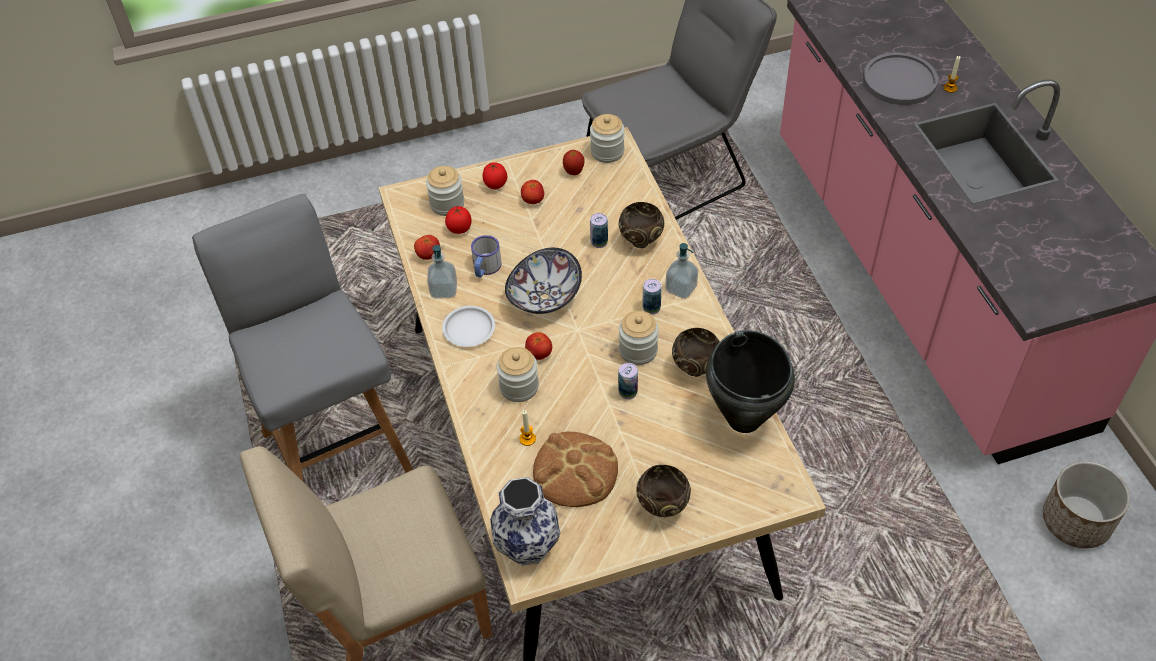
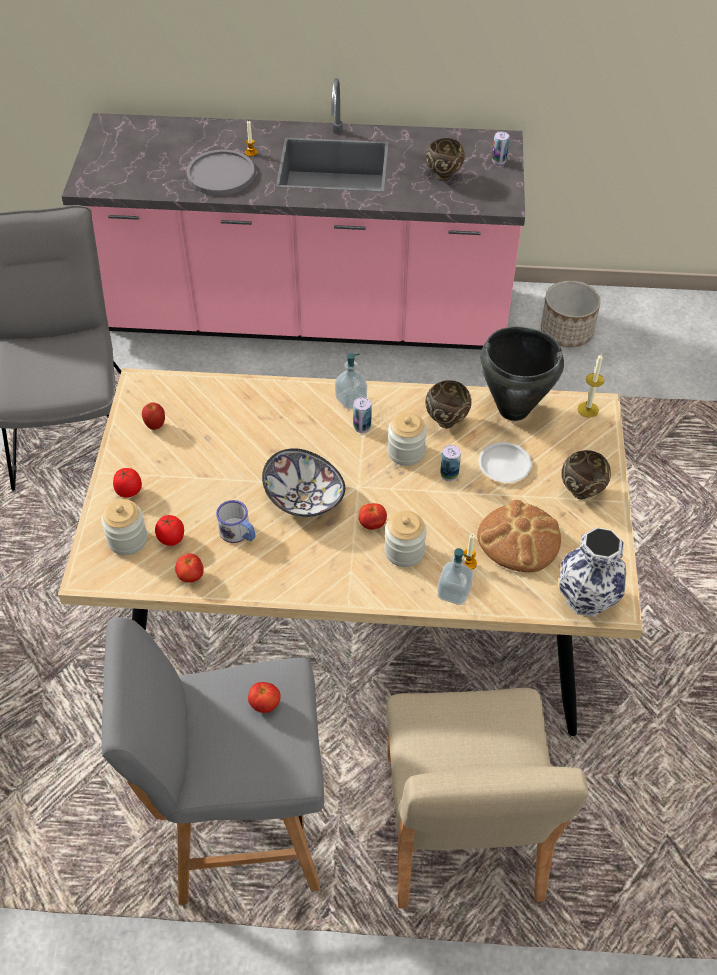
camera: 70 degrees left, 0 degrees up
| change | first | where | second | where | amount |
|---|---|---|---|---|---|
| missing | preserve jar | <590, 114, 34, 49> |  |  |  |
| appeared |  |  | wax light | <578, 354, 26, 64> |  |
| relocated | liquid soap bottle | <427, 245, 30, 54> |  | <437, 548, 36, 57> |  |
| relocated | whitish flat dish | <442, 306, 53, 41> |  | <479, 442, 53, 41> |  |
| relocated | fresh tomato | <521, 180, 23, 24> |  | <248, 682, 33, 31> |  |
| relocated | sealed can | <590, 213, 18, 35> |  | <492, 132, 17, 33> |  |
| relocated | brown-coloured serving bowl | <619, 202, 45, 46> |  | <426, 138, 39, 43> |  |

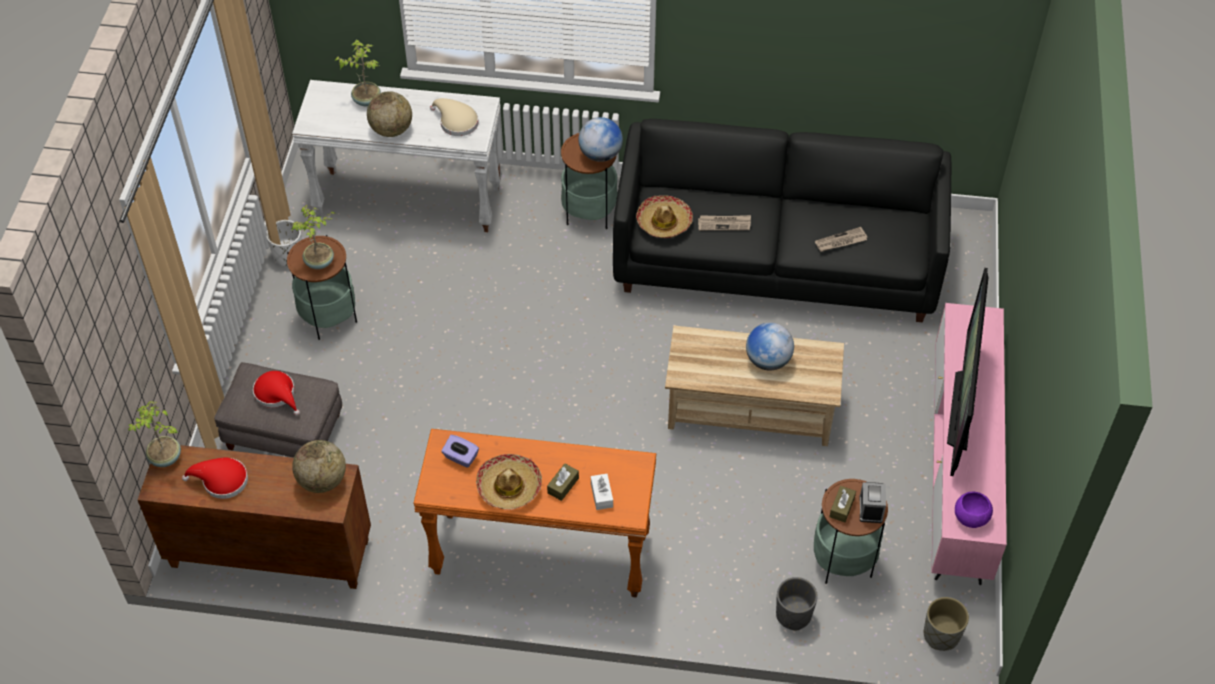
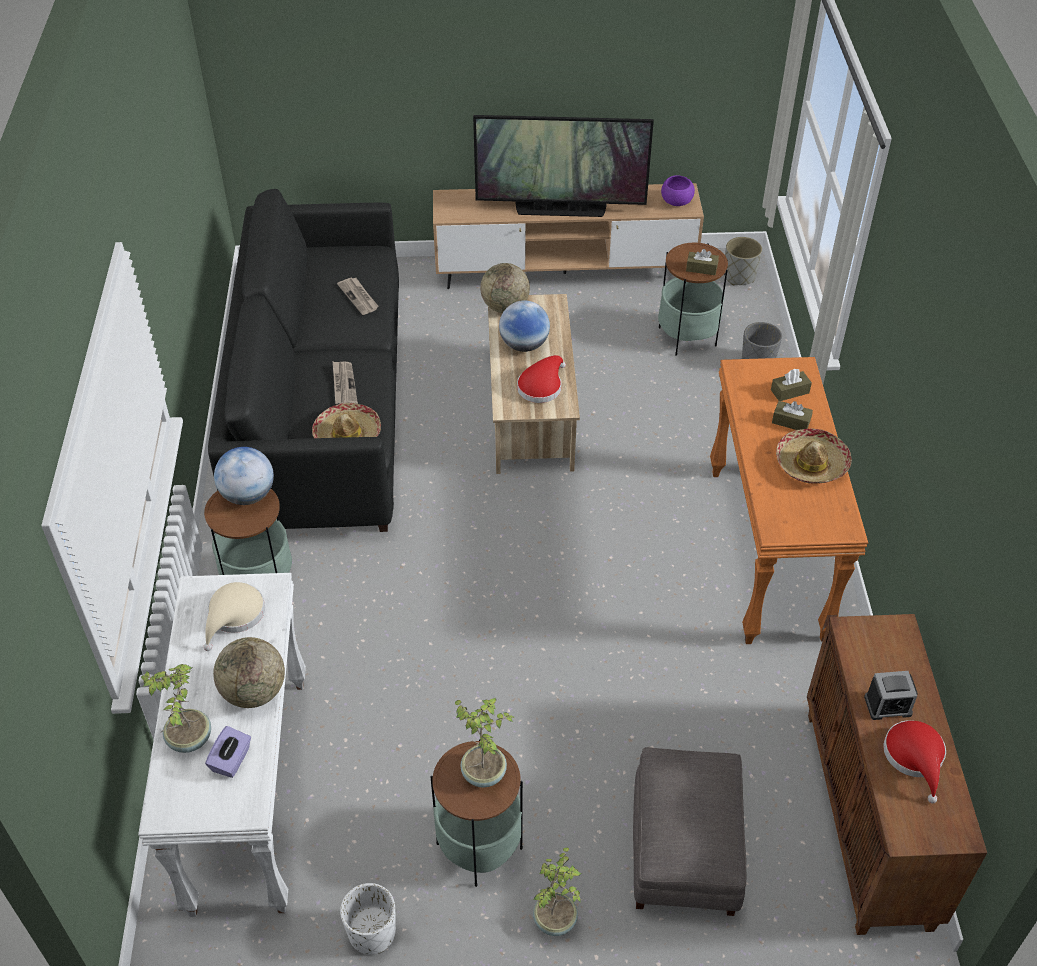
camera: 100 degrees left, 5 degrees down
| change | first | where | second | where | amount |
|---|---|---|---|---|---|
| relocated | plant in a pot | <128, 401, 53, 66> |  | <533, 847, 49, 89> |  |
| relocated | red-coloured wearable hat | <253, 371, 47, 45> |  | <517, 355, 49, 48> |  |
| relocated | world globe | <292, 440, 54, 53> |  | <480, 263, 50, 50> |  |
| relocated | purple tissue box | <441, 435, 38, 33> |  | <205, 726, 46, 52> |  |
| relocated | table clock | <859, 482, 27, 41> |  | <864, 671, 54, 49> |  |
| colour | whitish tissue box | <591, 474, 22, 36> | brown-coloured tissue box | <771, 369, 41, 32> |  |
| colour | pinkish tv unit | <931, 303, 76, 282> | brown-coloured tv unit | <433, 183, 271, 106> |  |

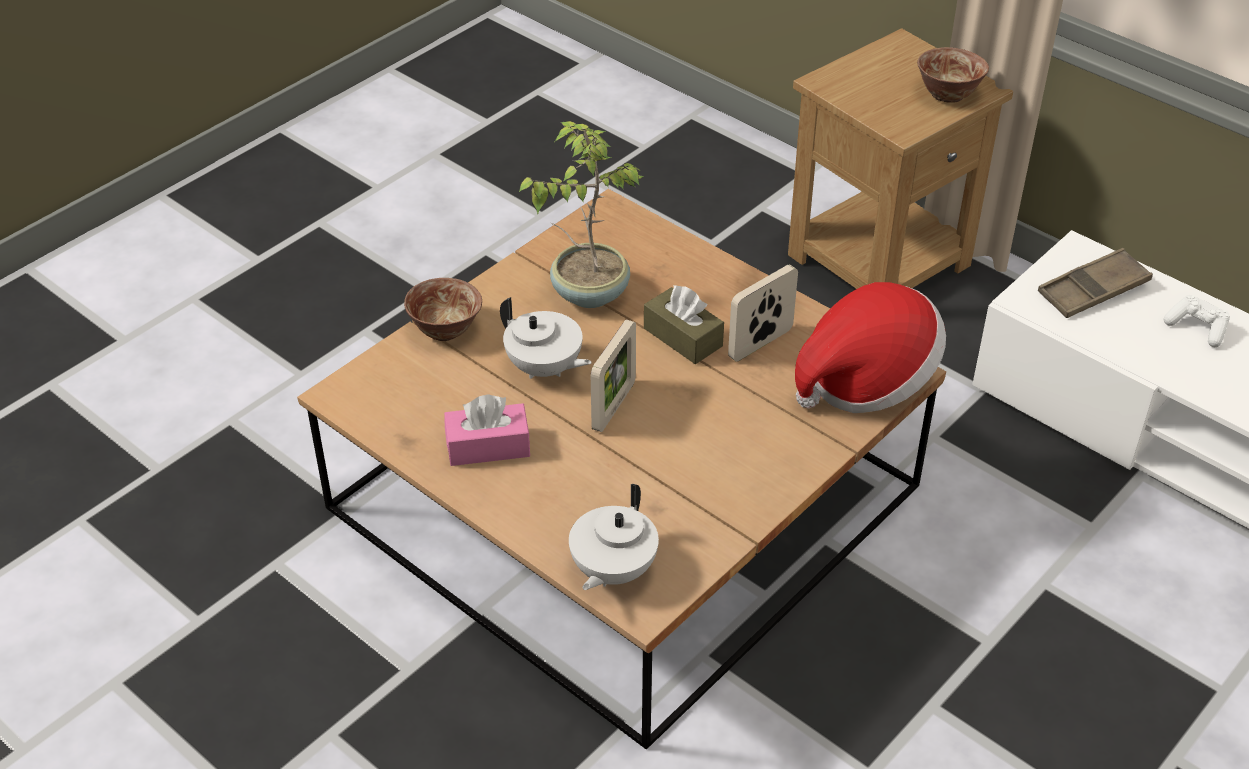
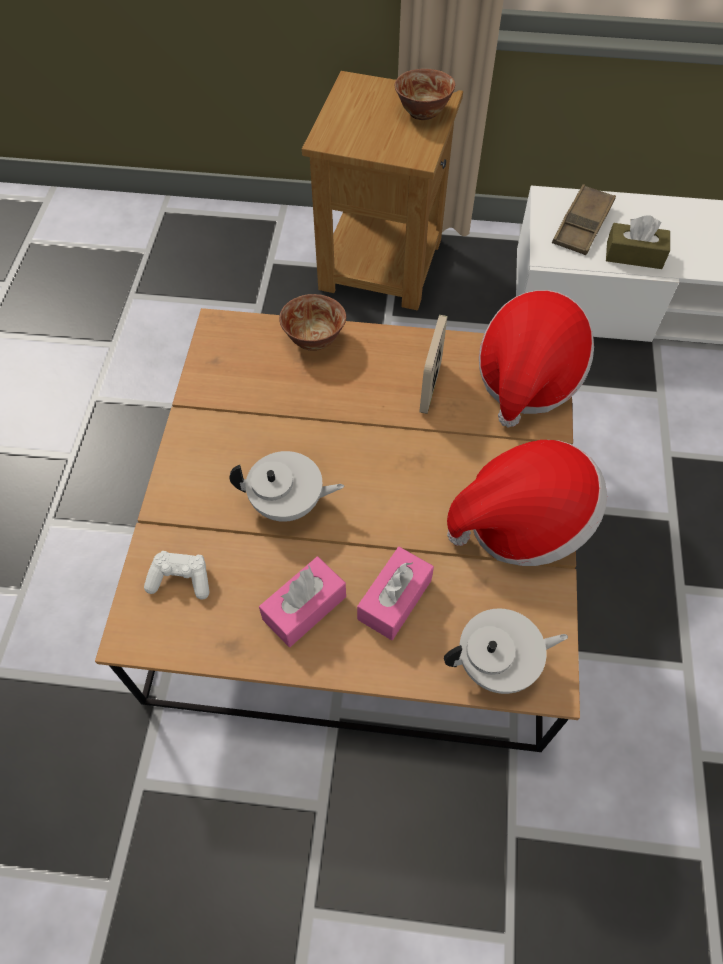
camera: 35 degrees left, 15 degrees up
| change | first | where | second | where | amount |
|---|---|---|---|---|---|
| missing | plant in a pot | <518, 121, 126, 187> |  |  |  |
| missing | standing frame | <591, 319, 45, 113> |  |  |  |
| appeared |  |  | pinkish tissue box | <357, 547, 77, 93> |  |
| appeared |  |  | wearable hat | <447, 440, 160, 126> |  |
| relocated | serving bowl | <404, 278, 78, 63> |  | <279, 294, 67, 57> |  |
| relocated | brown-coloured tissue box | <644, 285, 80, 79> |  | <606, 215, 64, 54> |  |
| relocated | whitish game controller | <1164, 295, 66, 52> |  | <144, 551, 65, 49> |  |
| spun | whitish teapot | <569, 484, 90, 106> |  | <444, 609, 124, 85> | 90 degrees counterclockwise |

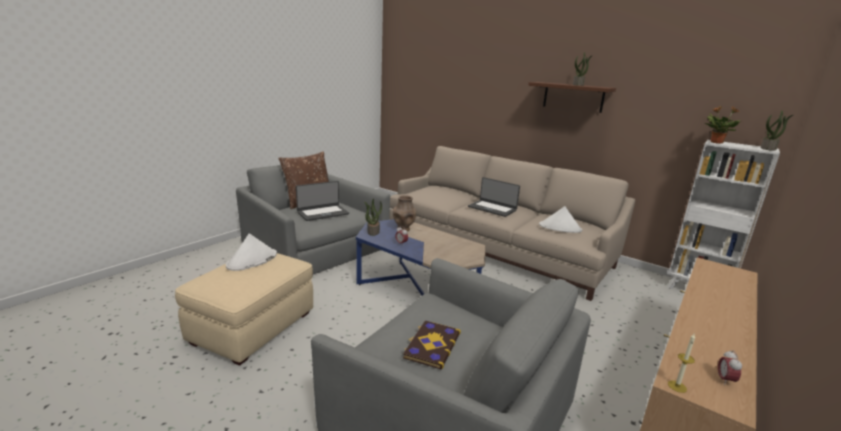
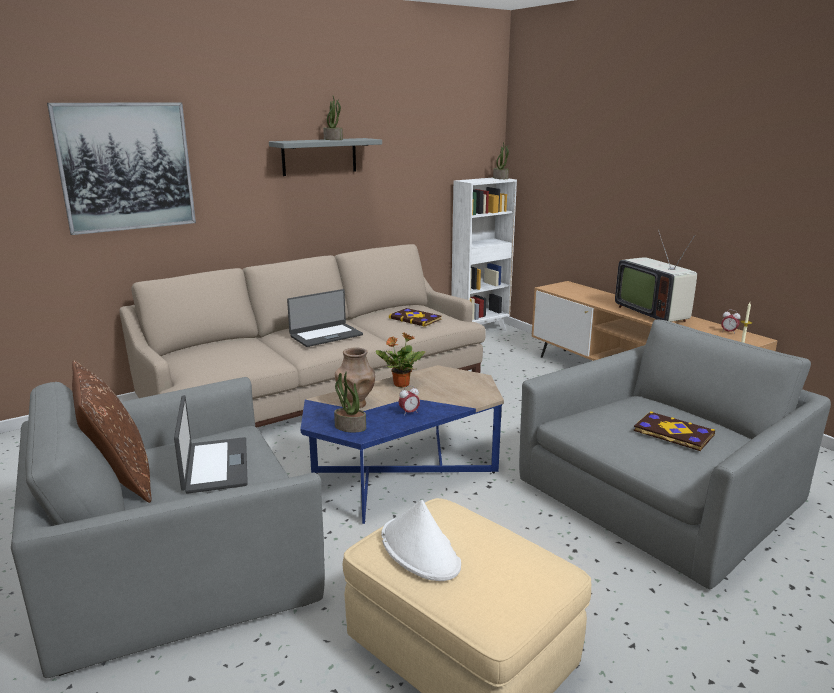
camera: 70 degrees left, 0 degrees up
| change | first | where | second | where | amount |
|---|---|---|---|---|---|
| appeared |  |  | wall picture | <47, 103, 149, 132> |  |
| appeared |  |  | TV set | <615, 230, 82, 92> |  |
| relocated | plant in a pot | <705, 106, 36, 38> |  | <376, 332, 50, 56> |  |
| exchanged | whitish wearable hat | <539, 206, 43, 27> | bound book | <389, 308, 52, 19> |  |
| colour | brown-coloured shelf | <528, 82, 88, 31> | gray shelf | <269, 138, 113, 38> |  |

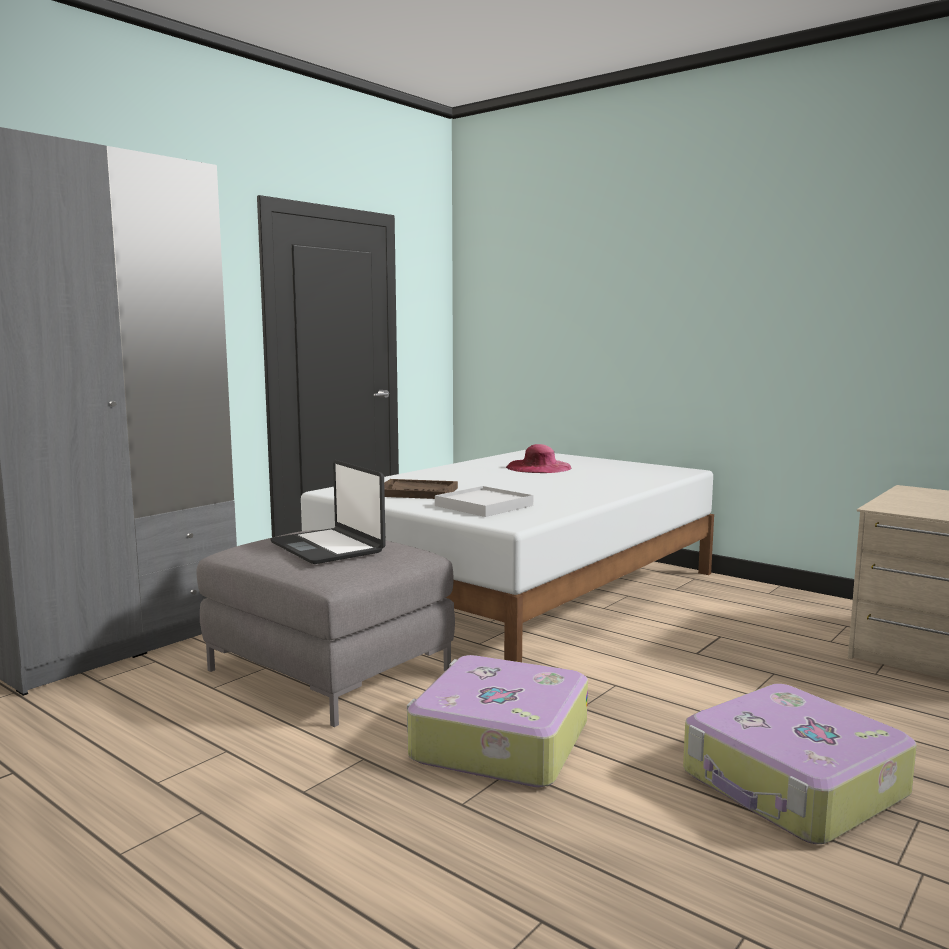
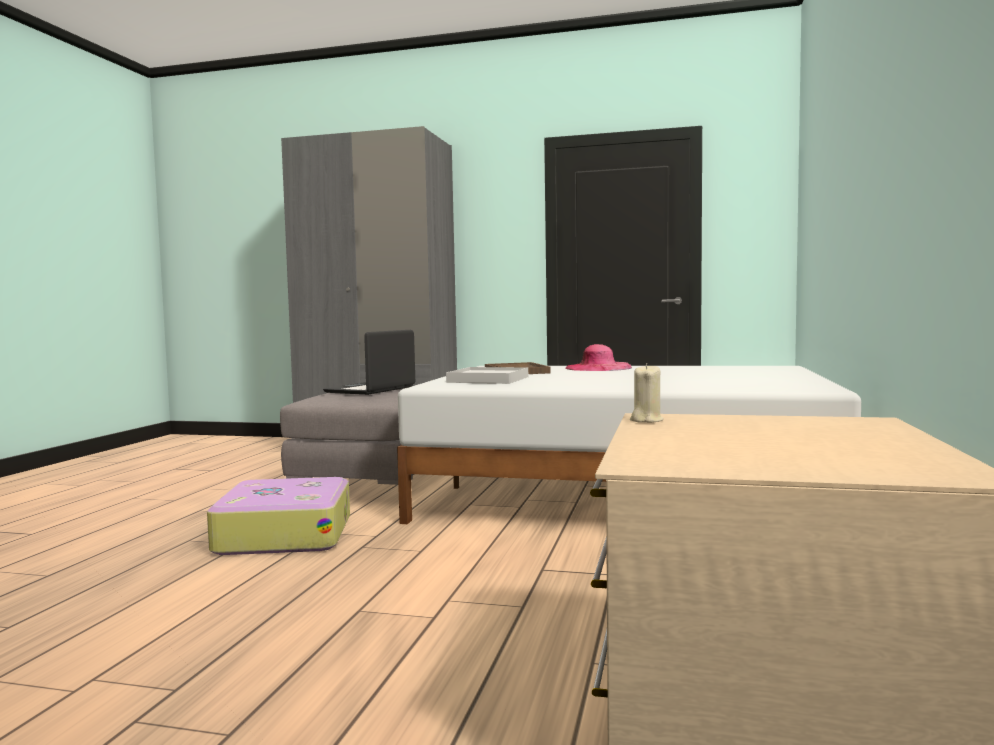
camera: 65 degrees right, 5 degrees down
| change | first | where | second | where | amount |
|---|---|---|---|---|---|
| missing | travel case | <683, 684, 234, 160> |  |  |  |
| appeared |  |  | beige wax light | <630, 363, 34, 60> |  |
| relocated | pinkish wearable hat | <506, 444, 66, 29> |  | <566, 344, 66, 27> |  |

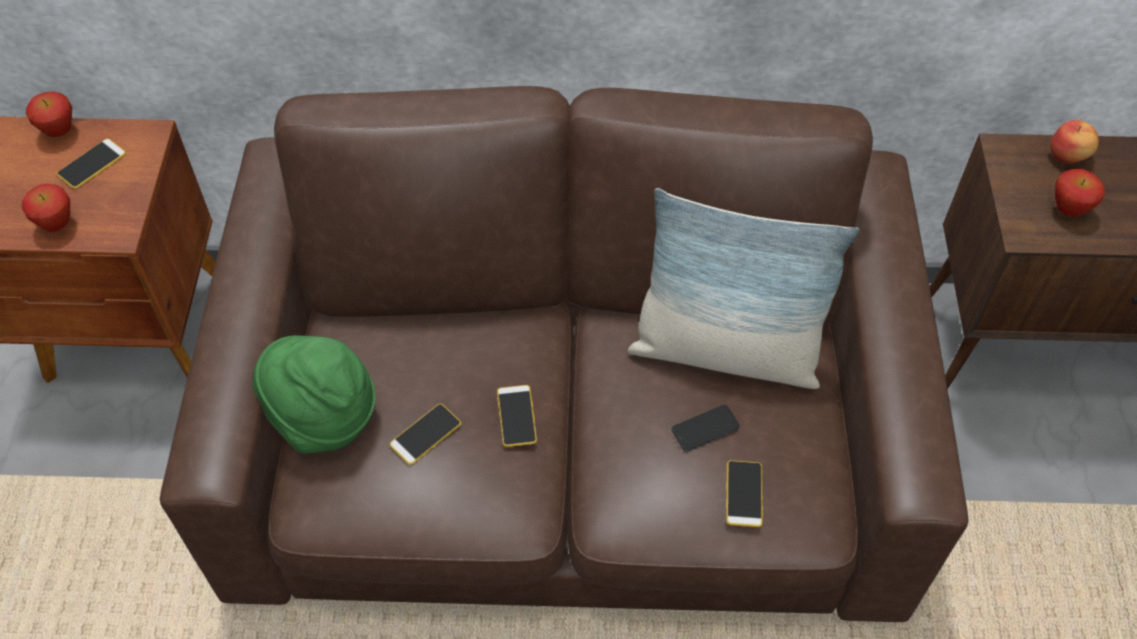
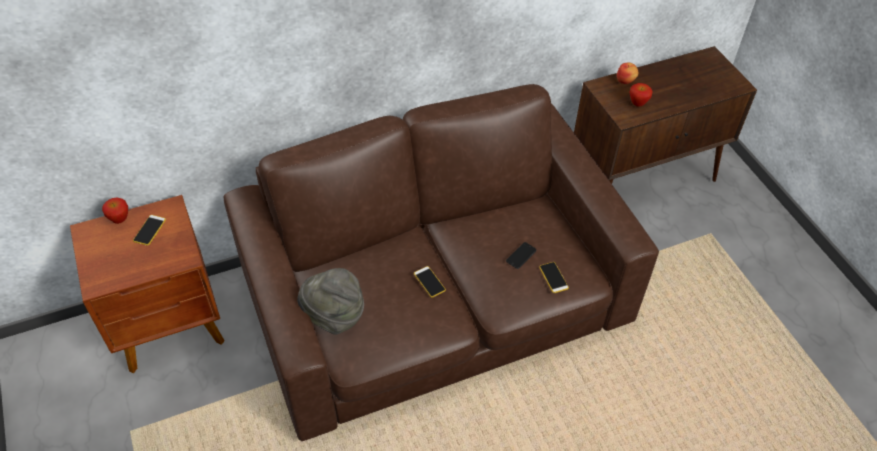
camera: 25 degrees left, 5 degrees down
| change | first | where | second | where | amount |
|---|---|---|---|---|---|
| missing | whole apple | <22, 184, 48, 48> |  |  |  |
| missing | phone | <390, 404, 71, 61> |  |  |  |
| missing | cushion | <627, 188, 233, 201> |  |  |  |
| colour | green-coloured wearable hat | <252, 335, 124, 118> | gray wearable hat | <297, 268, 67, 67> |  |

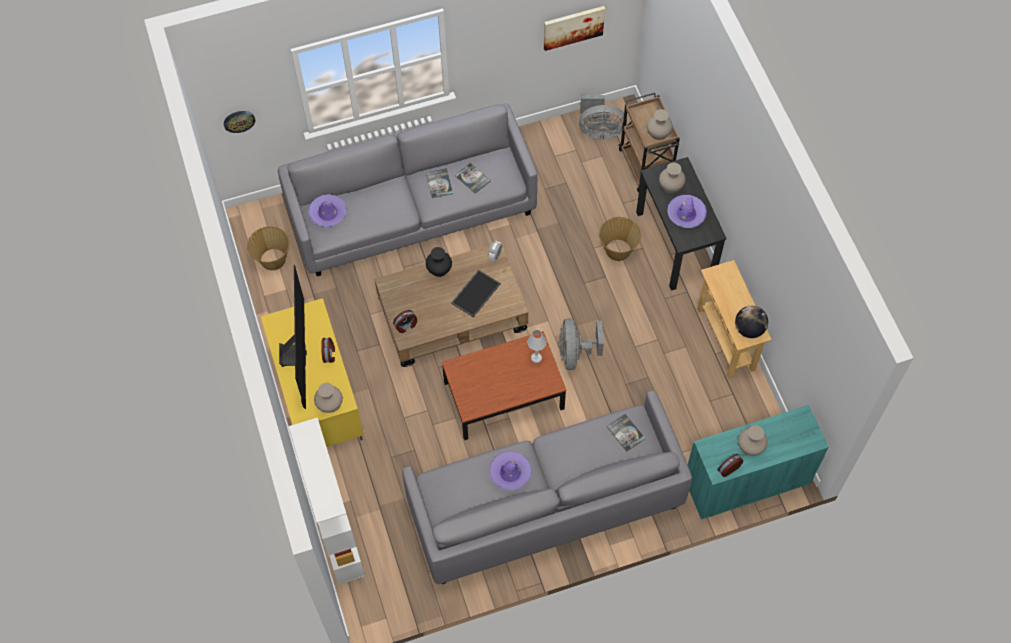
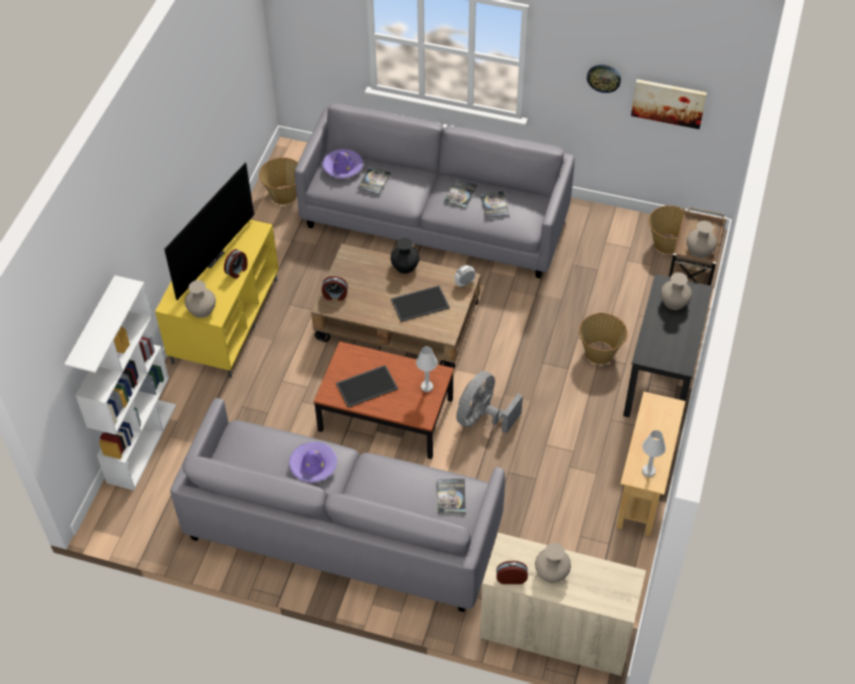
camera: 35 degrees right, 10 degrees down
| change | first | where | second | where | amount |
|---|---|---|---|---|---|
| missing | purple wearable hat | <667, 195, 40, 33> |  |  |  |
| appeared |  |  | carrying tray | <336, 365, 62, 43> |  |
| appeared |  |  | bound book | <357, 167, 34, 28> |  |
| relocated | wall clock | <224, 111, 31, 22> |  | <587, 65, 34, 28> |  |
| exchanged | gray fan | <579, 95, 48, 44> | household basket | <649, 205, 36, 49> |  |
| exchanged | world globe | <735, 306, 33, 32> | whitish lamp for a table | <642, 430, 24, 47> |  |
| colour | turquoise storage cabinet | <688, 405, 141, 115> | beige storage cabinet | <480, 533, 166, 143> |  |

